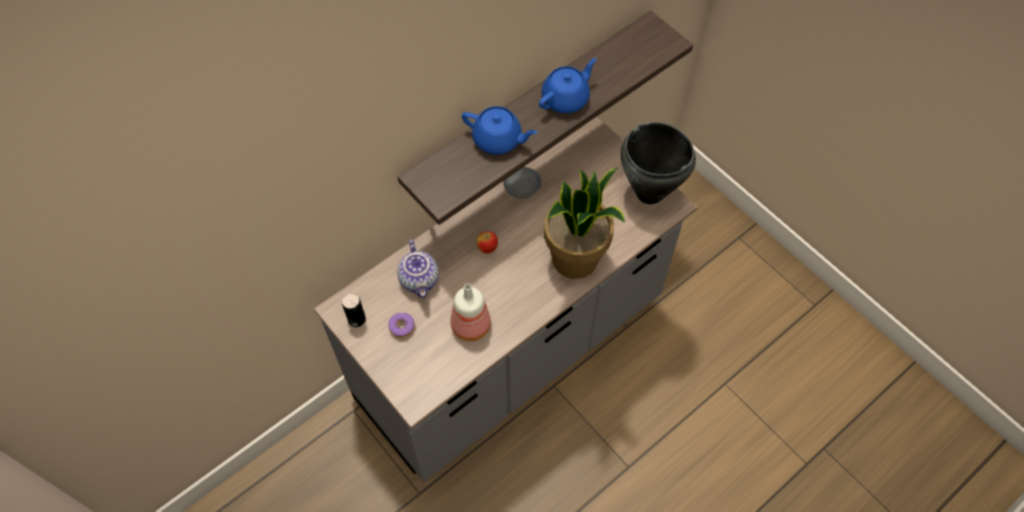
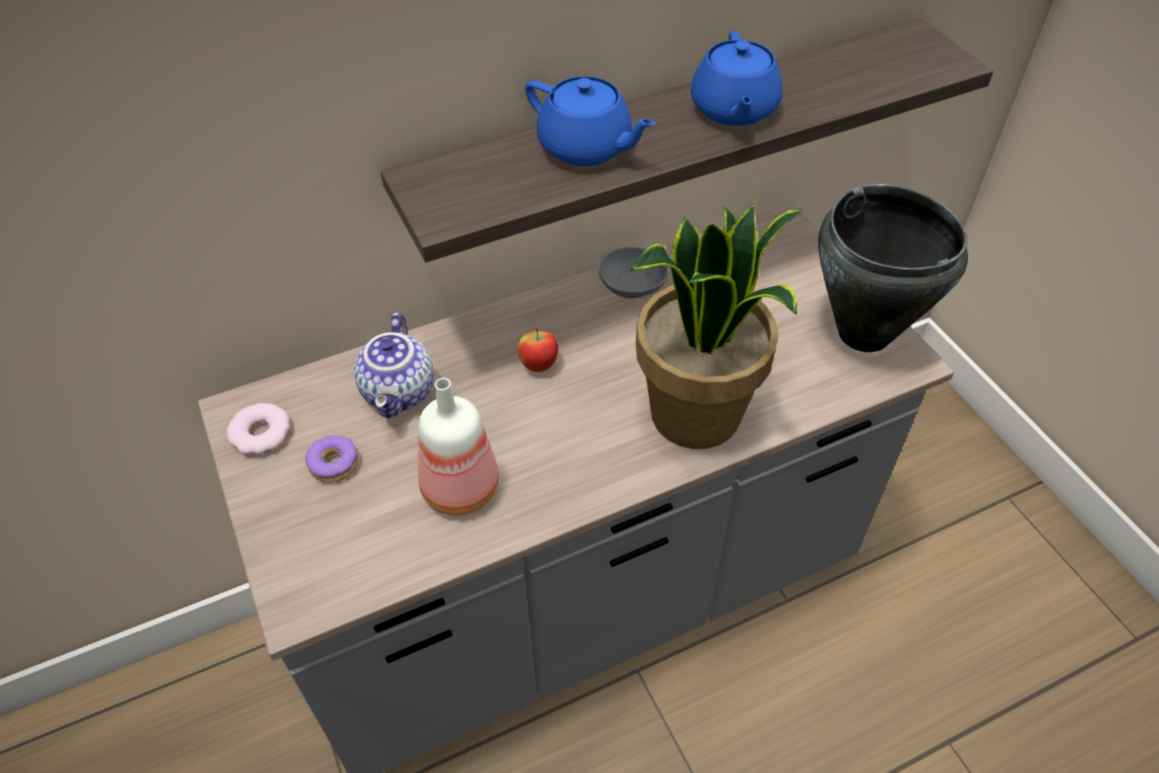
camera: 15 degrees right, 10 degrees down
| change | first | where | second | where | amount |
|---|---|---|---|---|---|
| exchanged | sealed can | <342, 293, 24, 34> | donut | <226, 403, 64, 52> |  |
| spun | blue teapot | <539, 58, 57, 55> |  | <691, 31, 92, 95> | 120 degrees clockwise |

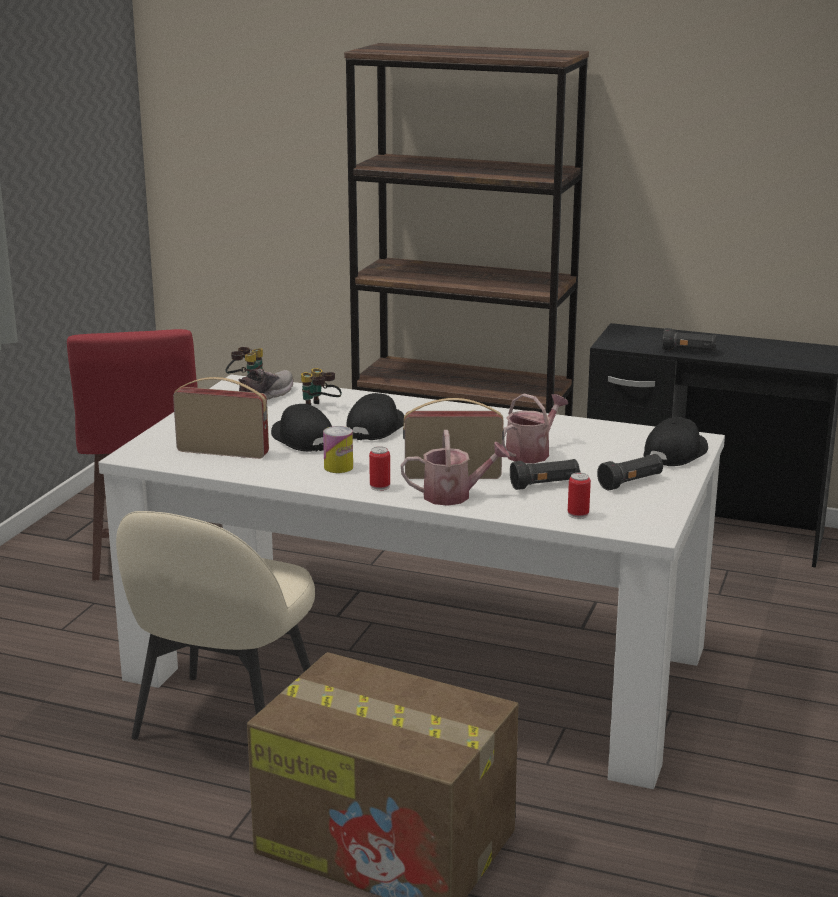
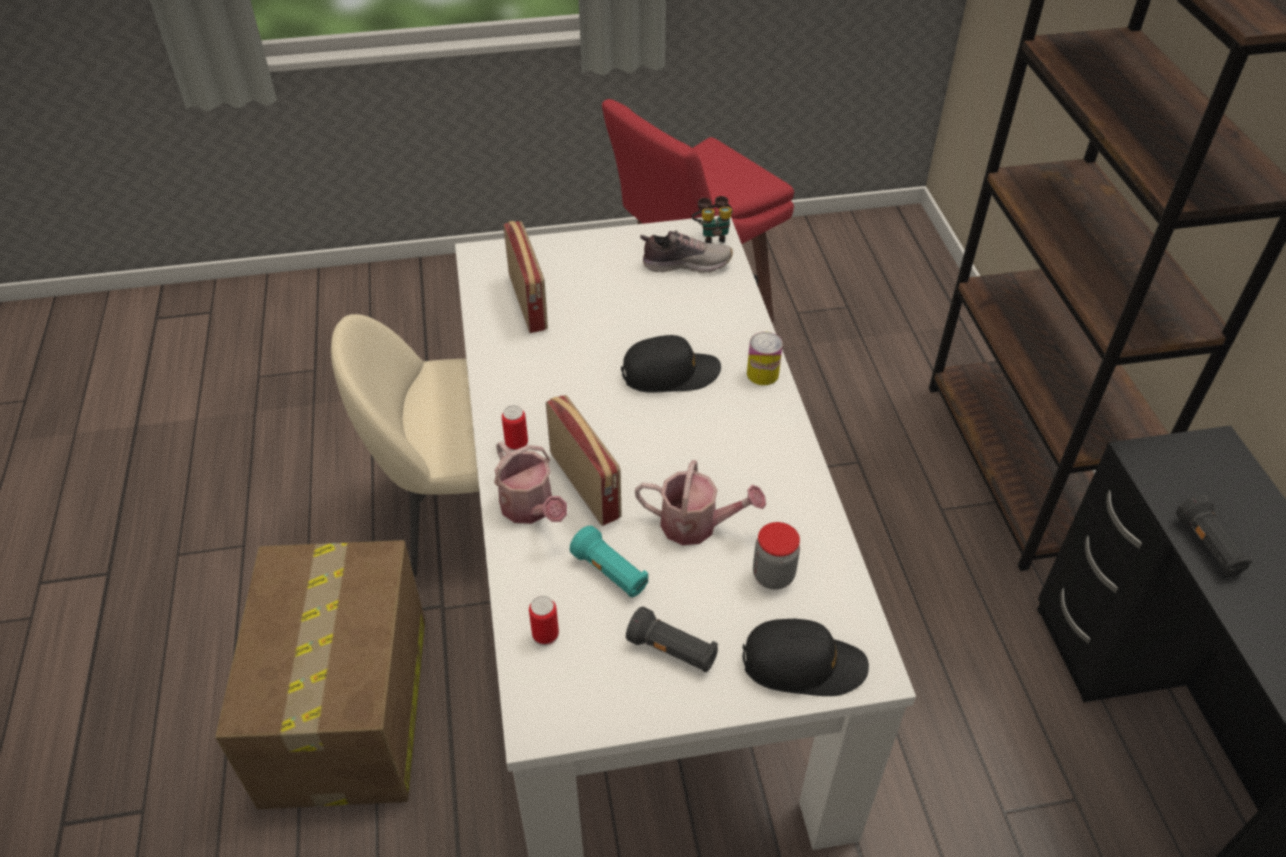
camera: 60 degrees right, 25 degrees up
| change | first | where | second | where | amount |
|---|---|---|---|---|---|
| missing | black baseball cap | <271, 404, 61, 48> |  |  |  |
| missing | binoculars | <301, 368, 41, 37> |  |  |  |
| appeared |  |  | preserve jar | <753, 522, 47, 67> |  |
| relocated | sealed can | <323, 426, 30, 47> |  | <747, 332, 36, 53> |  |
| colour | black flashlight | <510, 459, 70, 31> | turquoise flashlight | <570, 526, 78, 71> |  |

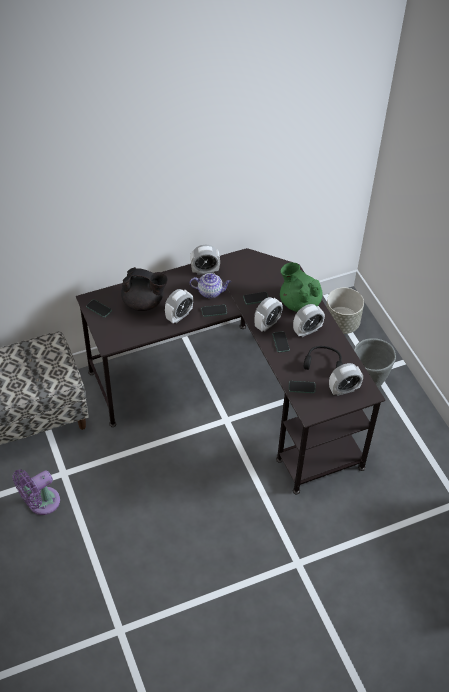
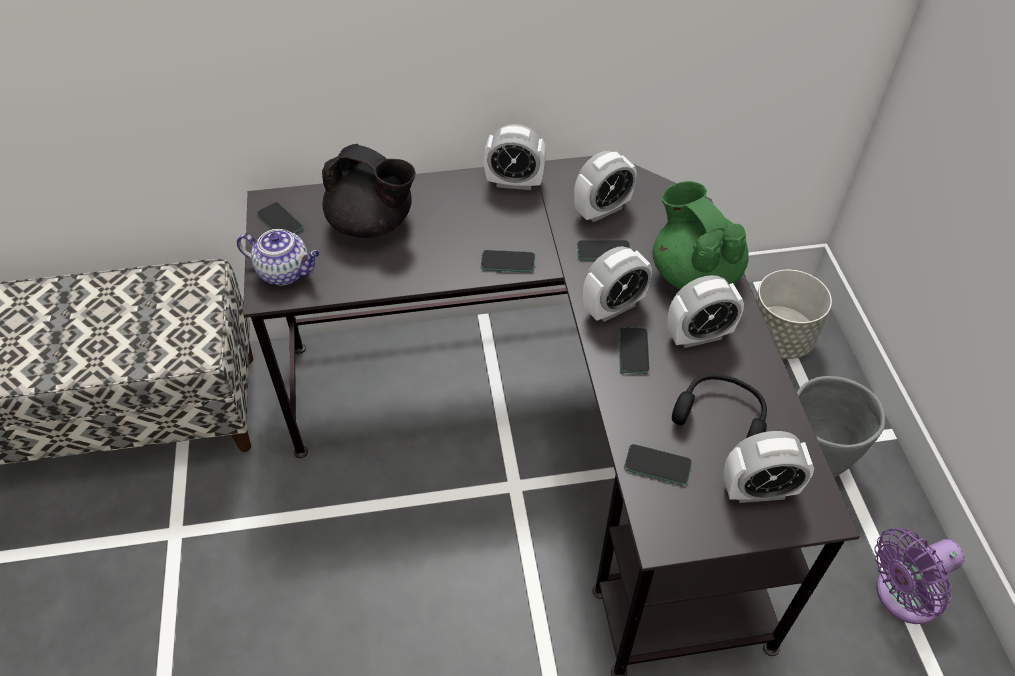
camera: 15 degrees right, 0 degrees up
| change | first | where | second | where | amount |
|---|---|---|---|---|---|
| relocated | purple fan | <12, 469, 48, 46> |  | <874, 528, 91, 96> |  |
| relocated | table clock | <165, 289, 28, 34> |  | <574, 151, 62, 71> |  |
| relocated | teapot | <190, 273, 41, 25> |  | <237, 229, 83, 56> |  |

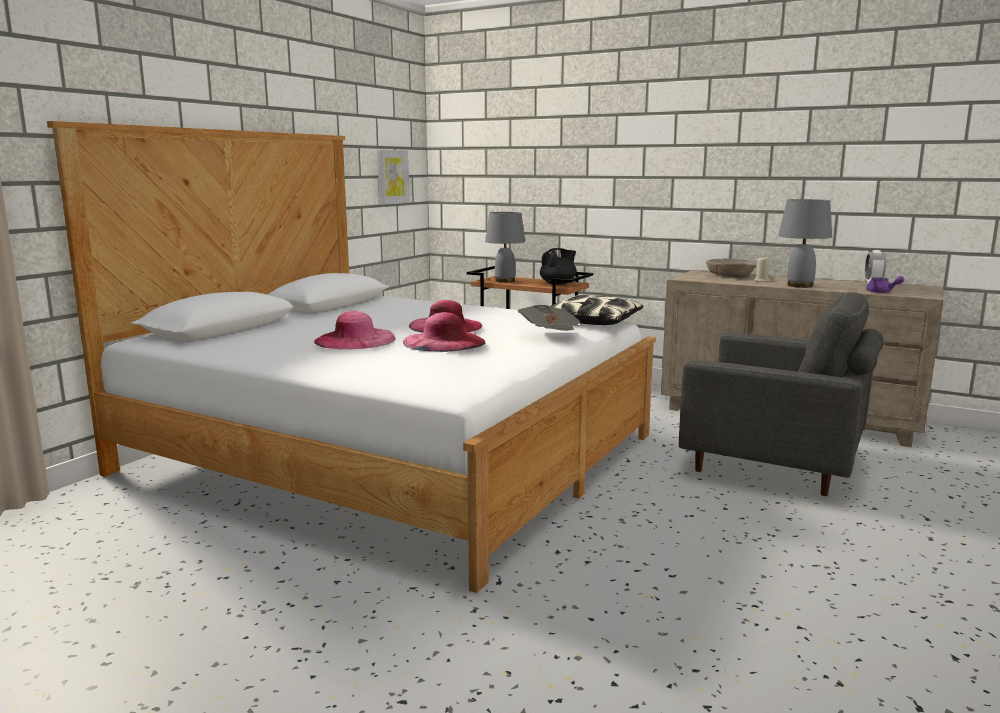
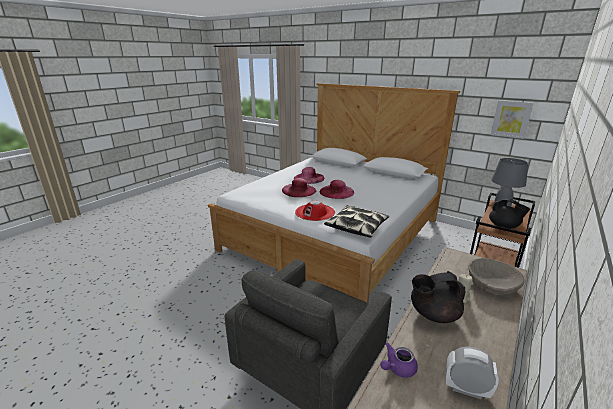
camera: 95 degrees right, 10 degrees up
| change | first | where | second | where | amount |
|---|---|---|---|---|---|
| exchanged | printed paper | <517, 305, 64, 26> | red-coloured wearable hat | <295, 201, 40, 20> |  |
| exchanged | gray lamp for a table | <778, 199, 54, 89> | black teapot | <411, 271, 55, 52> |  |

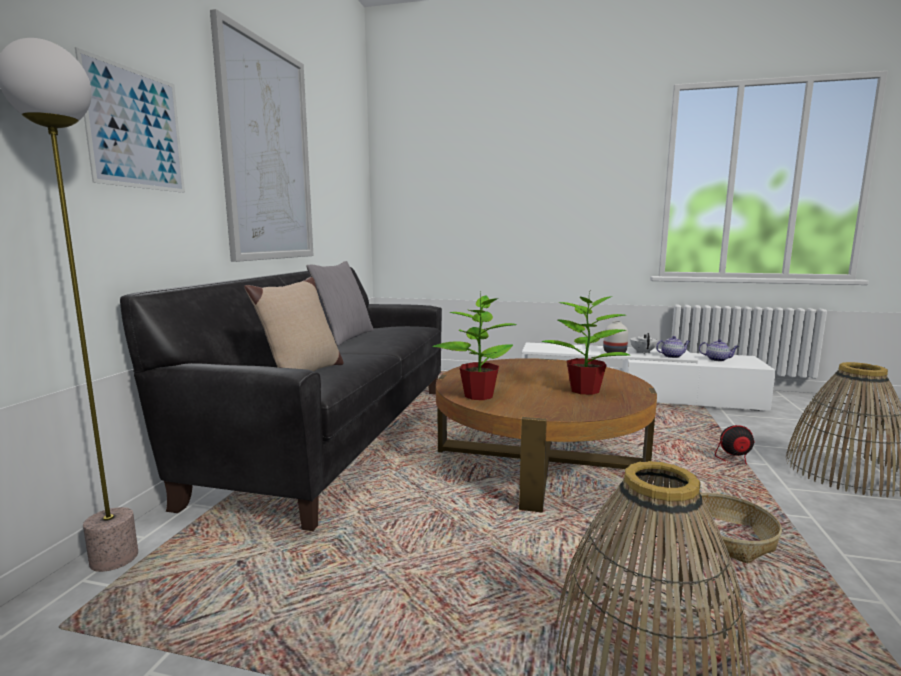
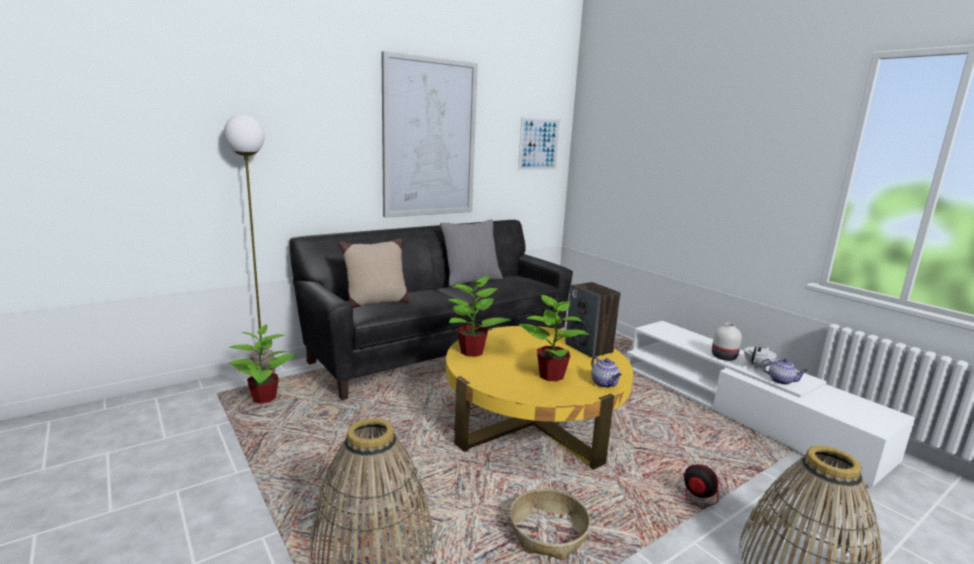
camera: 40 degrees right, 5 degrees up
| change | first | where | second | where | amount |
|---|---|---|---|---|---|
| appeared |  |  | plant in a pot | <228, 324, 69, 79> |  |
| appeared |  |  | loudspeaker | <565, 282, 56, 76> |  |
| relocated | wall picture | <75, 47, 110, 146> |  | <518, 117, 42, 53> |  |
| relocated | teapot | <699, 339, 40, 22> |  | <591, 356, 31, 32> |  |
| colour | brown-coloured low table | <436, 358, 221, 155> | yellow low table | <446, 326, 187, 144> |  |

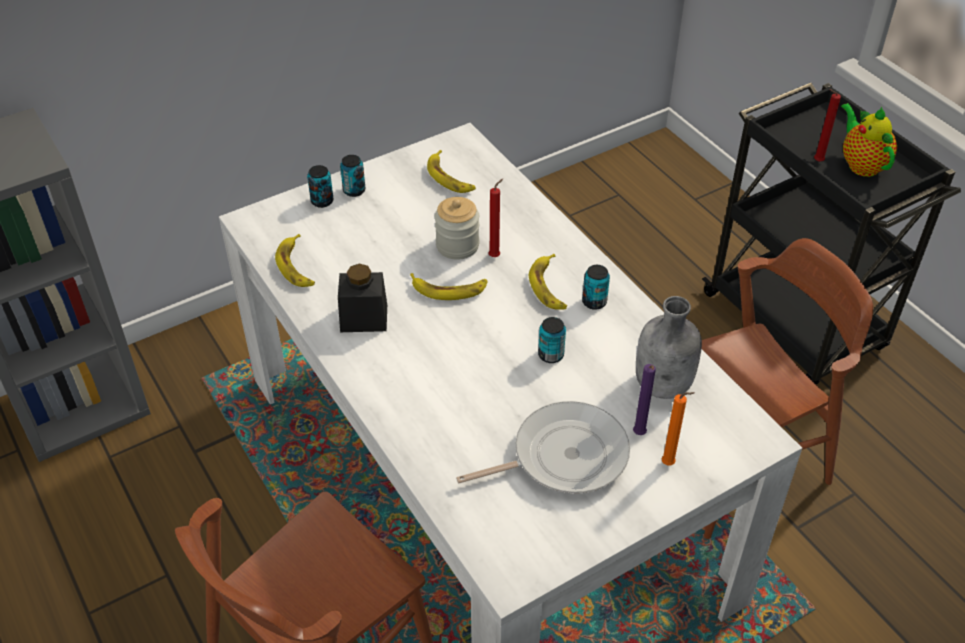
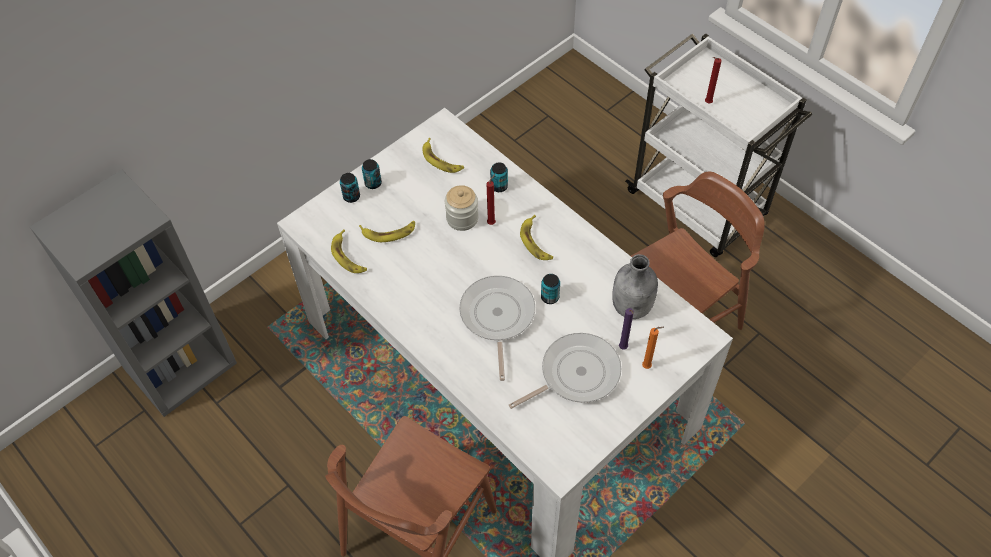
camera: 10 degrees left, 10 degrees up
| change | first | where | second | where | amount |
|---|---|---|---|---|---|
| missing | black preserve jar | <338, 264, 49, 68> |  |  |  |
| missing | teapot | <841, 103, 56, 74> |  |  |  |
| appeared |  |  | frying pan | <459, 276, 76, 105> |  |
| relocated | banana fruit | <410, 273, 78, 27> |  | <359, 221, 56, 21> |  |
| relocated | sealed can | <582, 265, 28, 45> |  | <490, 162, 18, 30> |  |
| colour | black trolley | <702, 82, 259, 303> | whitish trolley | <625, 34, 187, 223> |  |

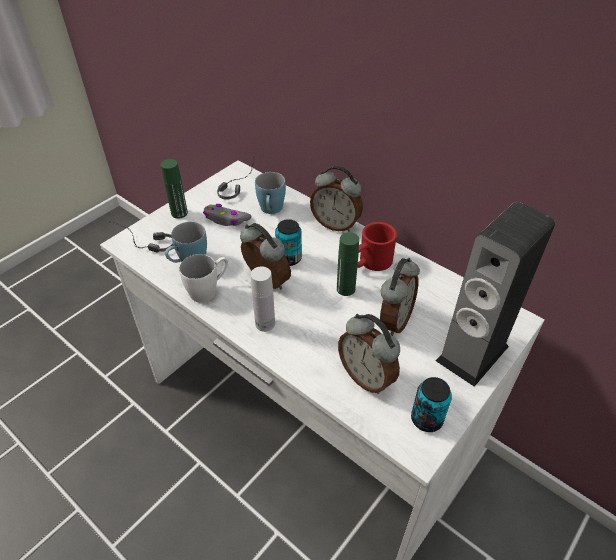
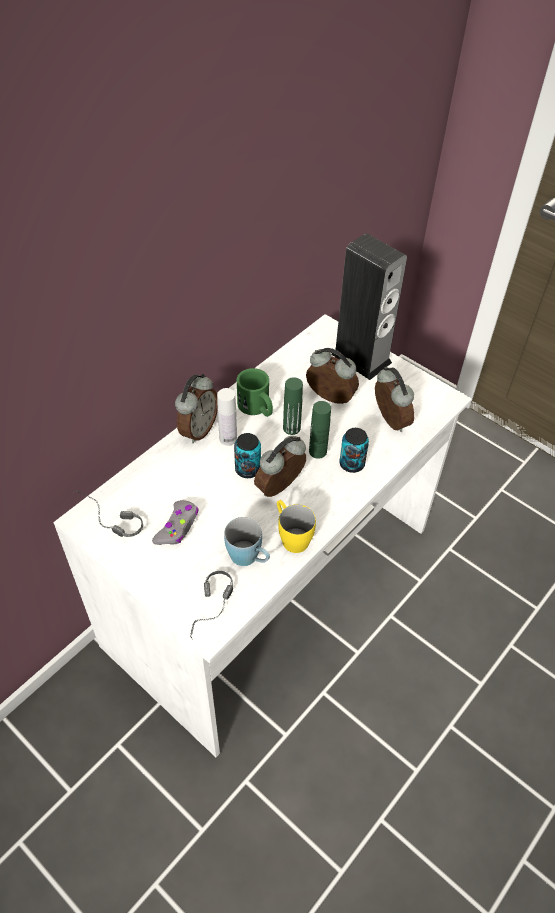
camera: 90 degrees left, 5 degrees up
| change | first | where | second | where | amount |
|---|---|---|---|---|---|
| missing | blue coffee mug | <255, 172, 31, 42> |  |  |  |
| relocated | green-coloured beverage bottle | <161, 159, 27, 60> |  | <309, 401, 22, 58> |  |
| relocated | whitish beverage bottle | <251, 266, 24, 66> |  | <217, 388, 20, 58> |  |
| relocated | sealed can | <411, 377, 41, 55> |  | <339, 428, 30, 45> |  |
| colour | whitish coffee mug | <179, 254, 49, 49> | yellow coffee mug | <277, 500, 39, 53> |  |
| colour | red-coloured coffee mug | <357, 222, 40, 49> | green-coloured coffee mug | <236, 368, 37, 49> |  |
| spun | table clock | <338, 314, 62, 80> |  | <375, 366, 39, 66> | 75 degrees counterclockwise |

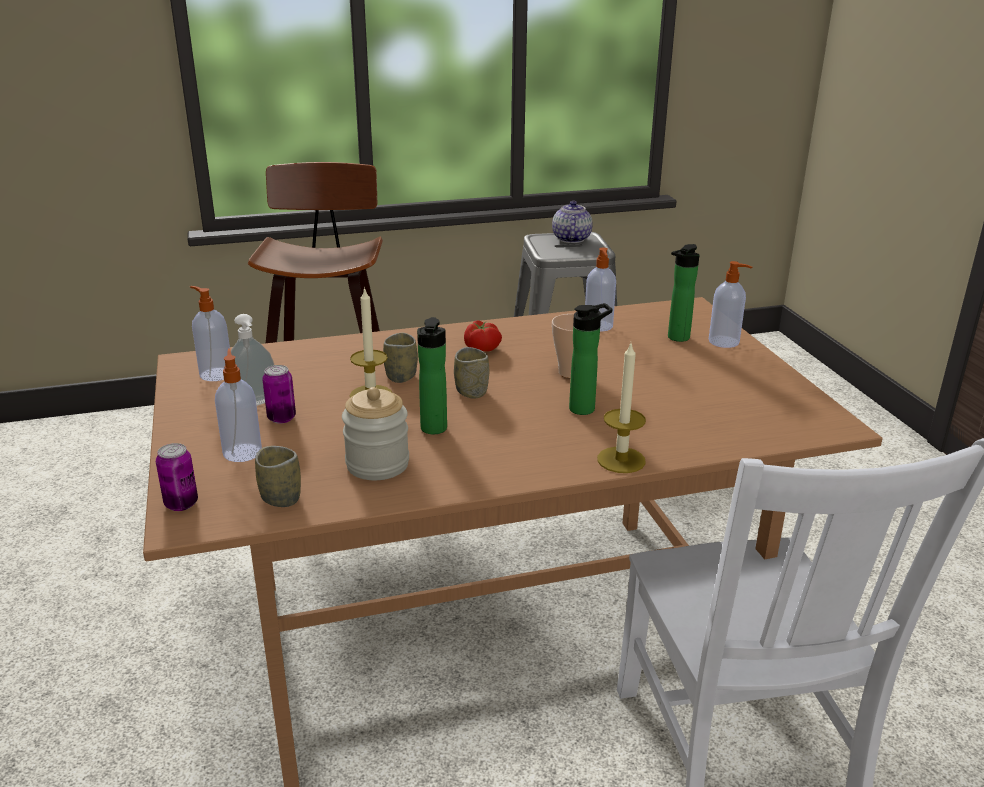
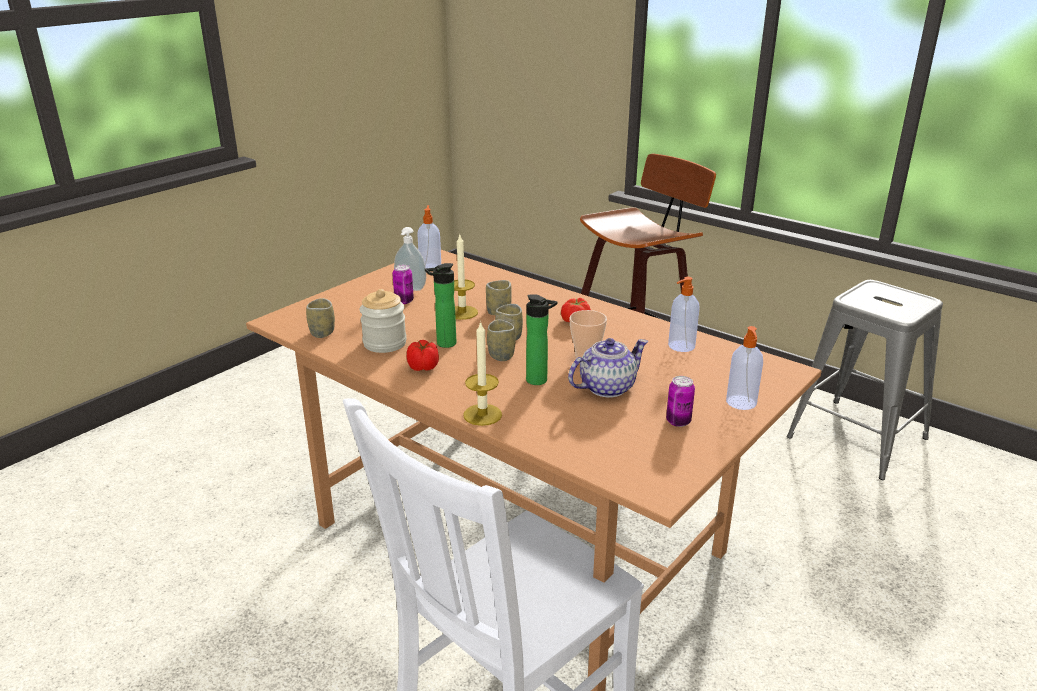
camera: 55 degrees right, 0 degrees up
| change | first | where | second | where | amount |
|---|---|---|---|---|---|
| missing | liquid soap bottle | <215, 348, 47, 114> |  |  |  |
| missing | beverage bottle | <668, 244, 31, 98> |  |  |  |
| appeared |  |  | fresh tomato | <407, 340, 32, 31> |  |
| appeared |  |  | drinking cup | <487, 319, 29, 42> |  |
| relocated | sealed can | <156, 443, 42, 68> |  | <666, 376, 29, 51> |  |
| relocated | teapot | <552, 201, 41, 42> |  | <568, 338, 80, 59> |  |

